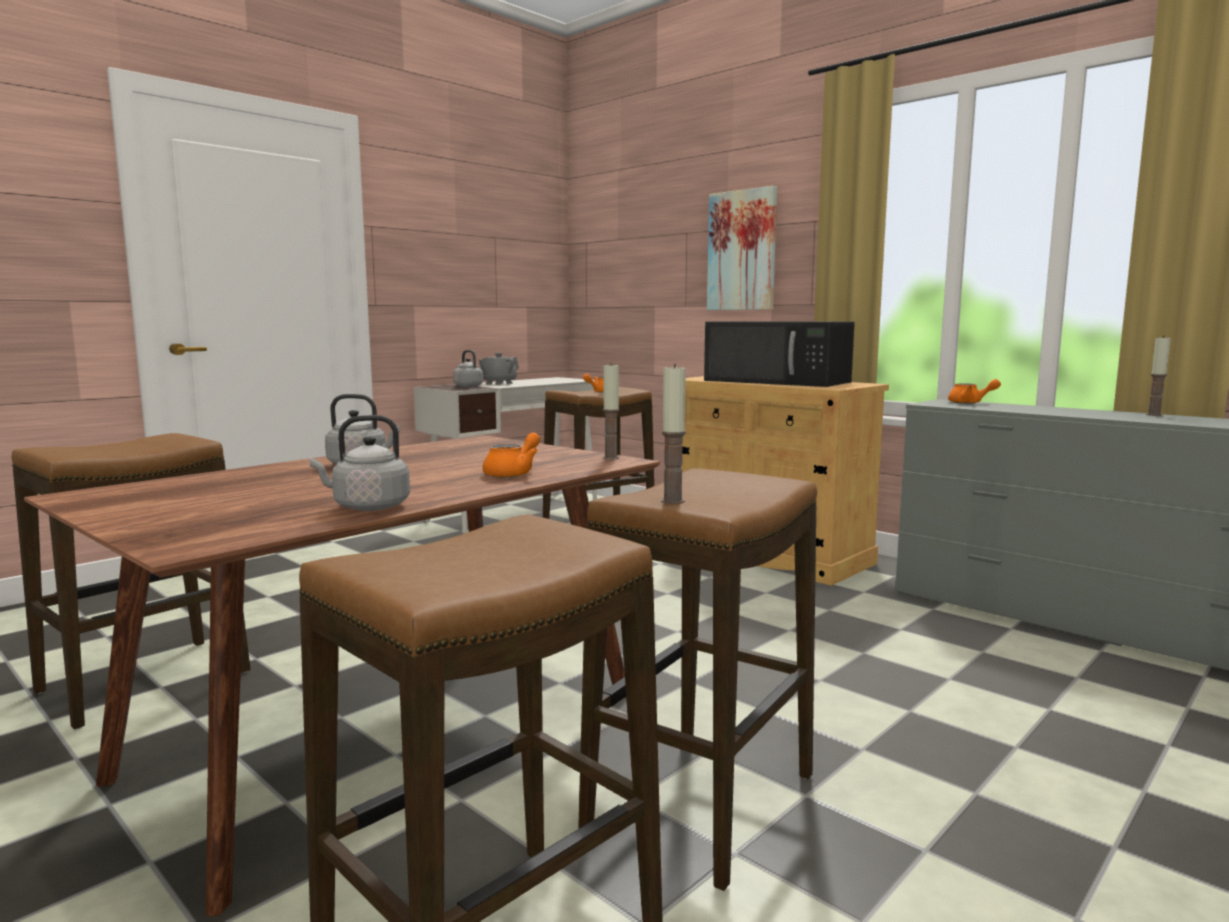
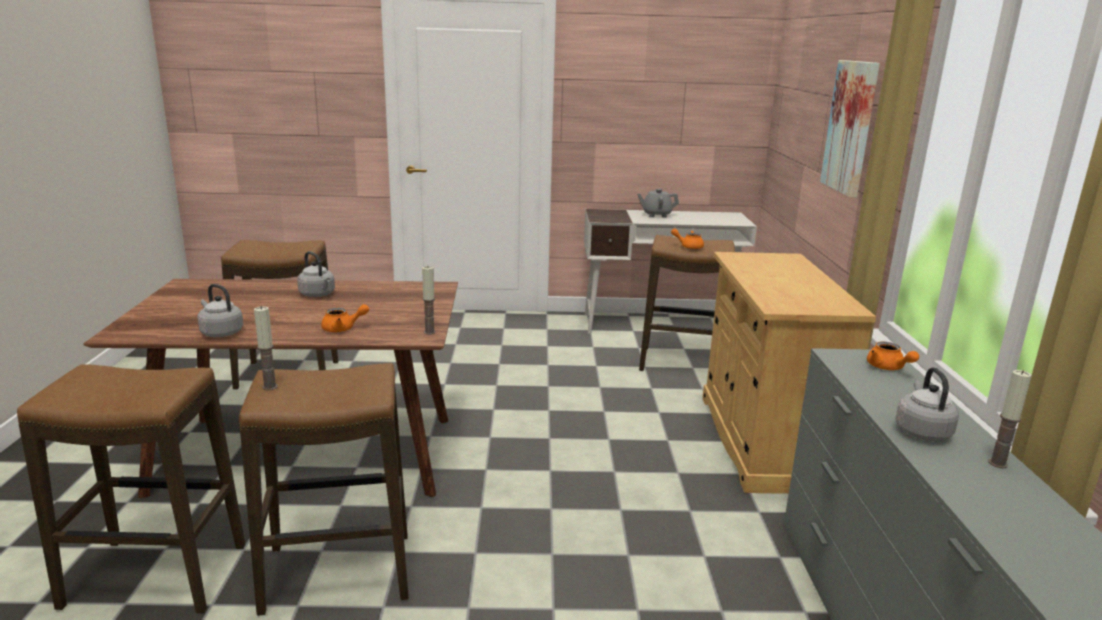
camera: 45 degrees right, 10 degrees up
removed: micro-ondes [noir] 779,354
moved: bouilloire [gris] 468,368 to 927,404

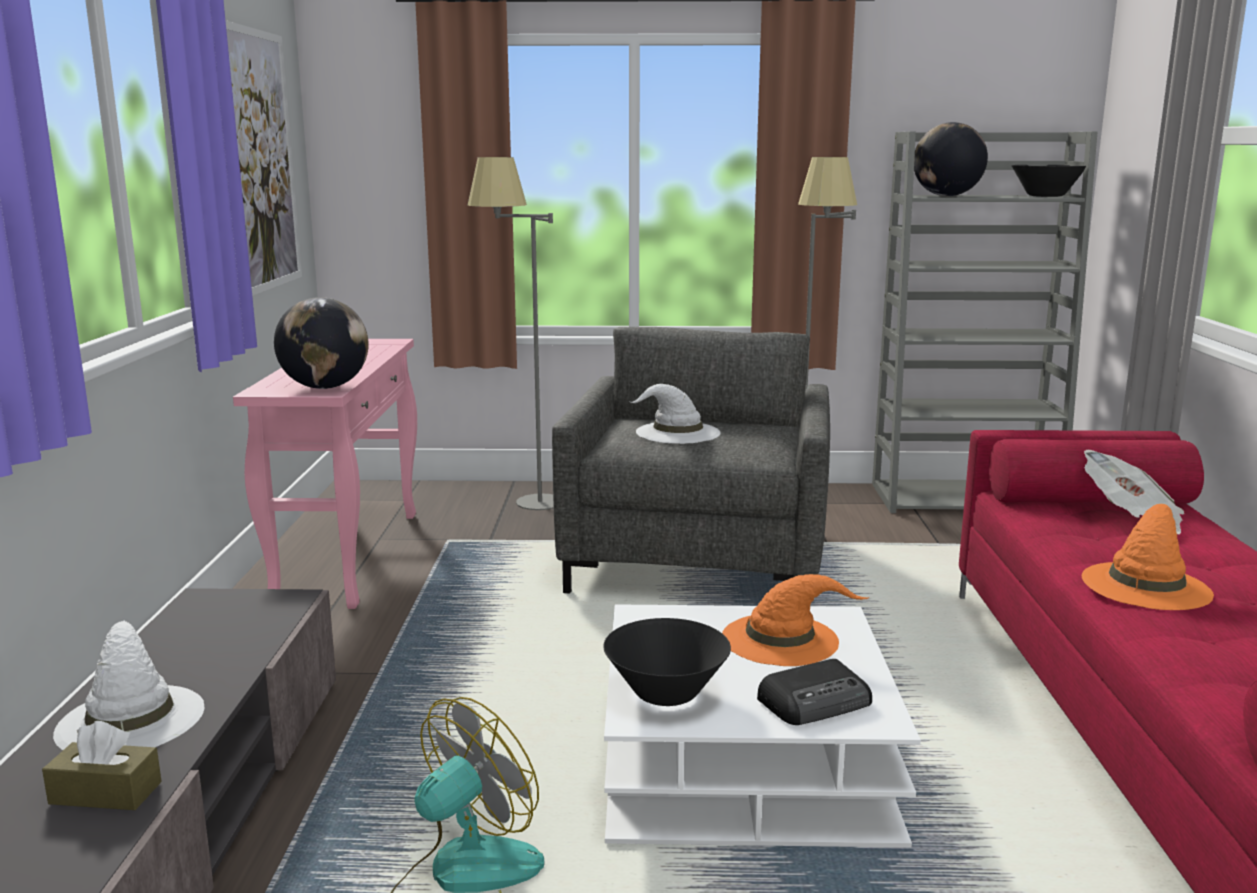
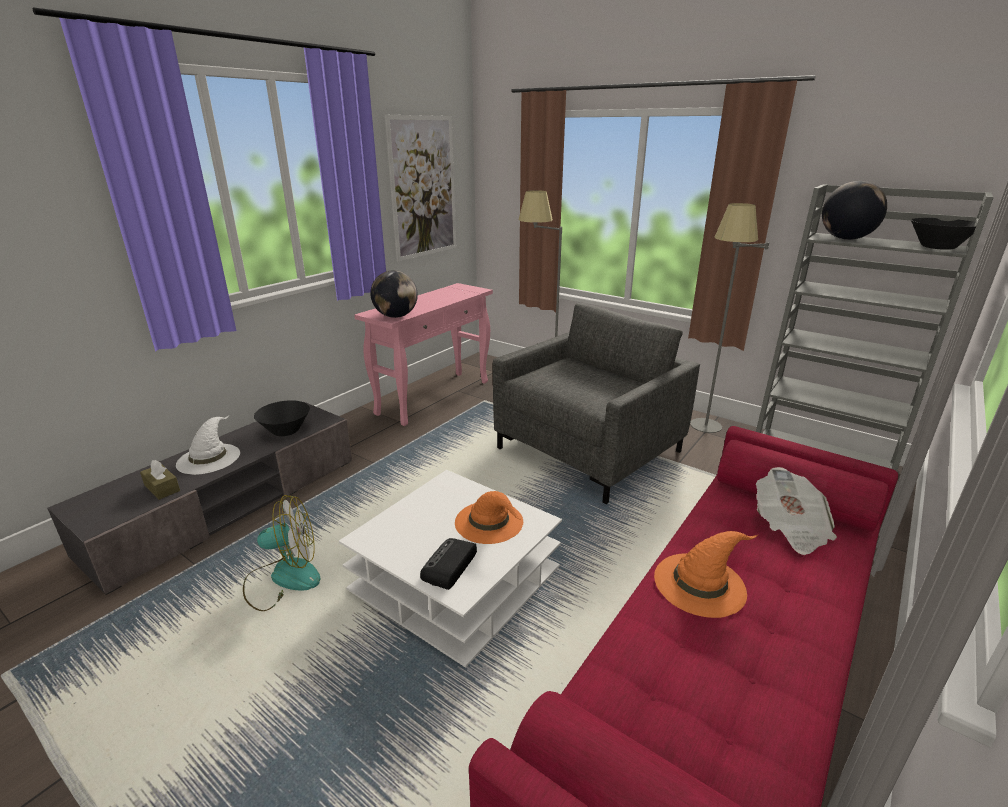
camera: 35 degrees right, 10 degrees up
removed: chapeau [blanc] 675,414
moved: bol [noir] 667,662 to 282,418
turned: radio 814,692 = 448,564 105 degrees clockwise

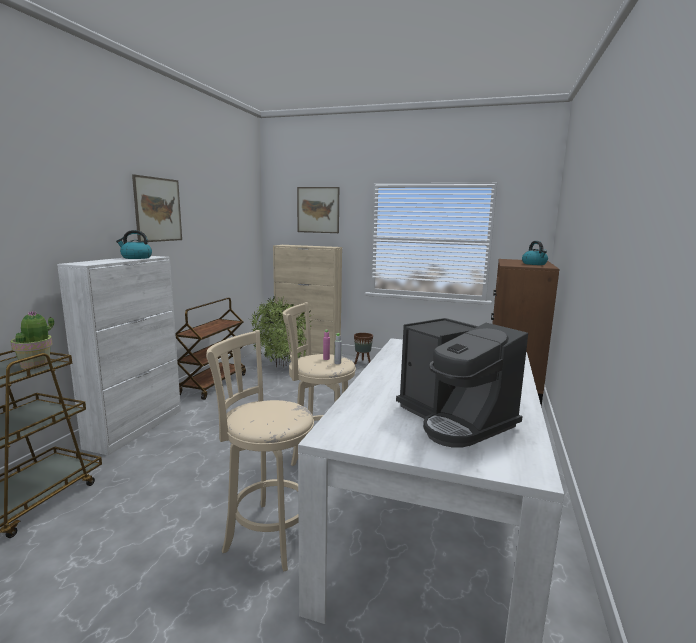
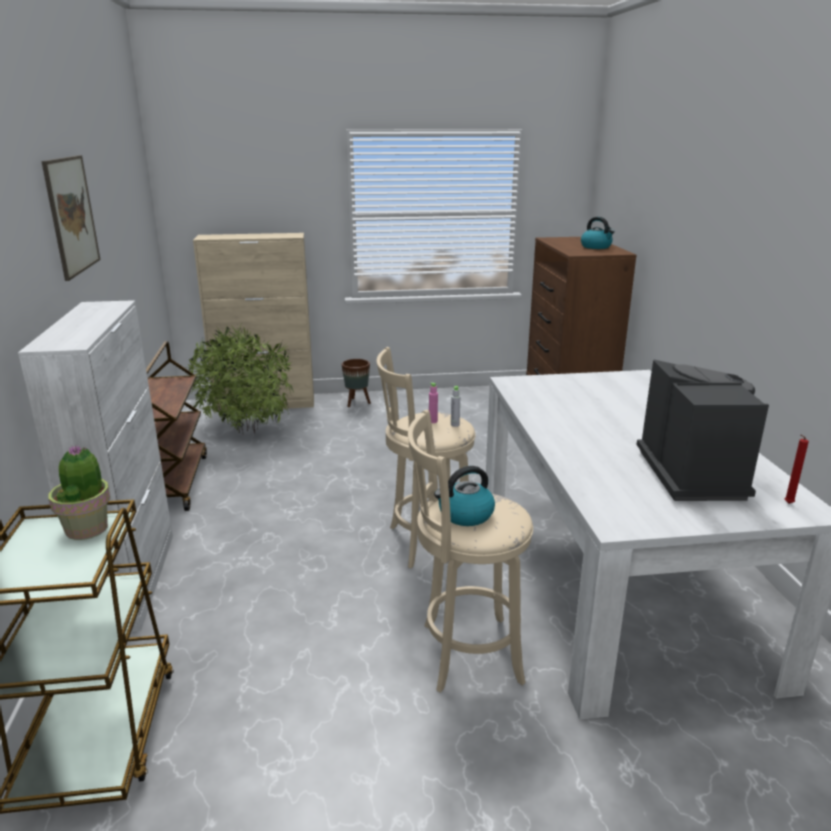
camera: 25 degrees left, 10 degrees up
removed: tableau 318,210
added: bougie [rouge] 797,469
moved: bouilloire 134,244 to 464,496
turned: machine à café 462,383 = 702,430 120 degrees counterclockwise

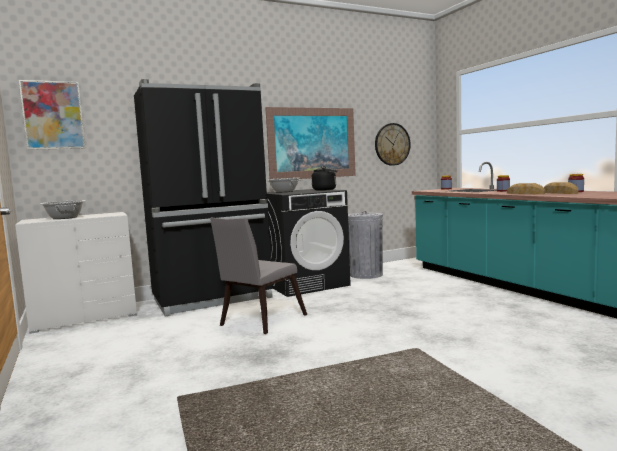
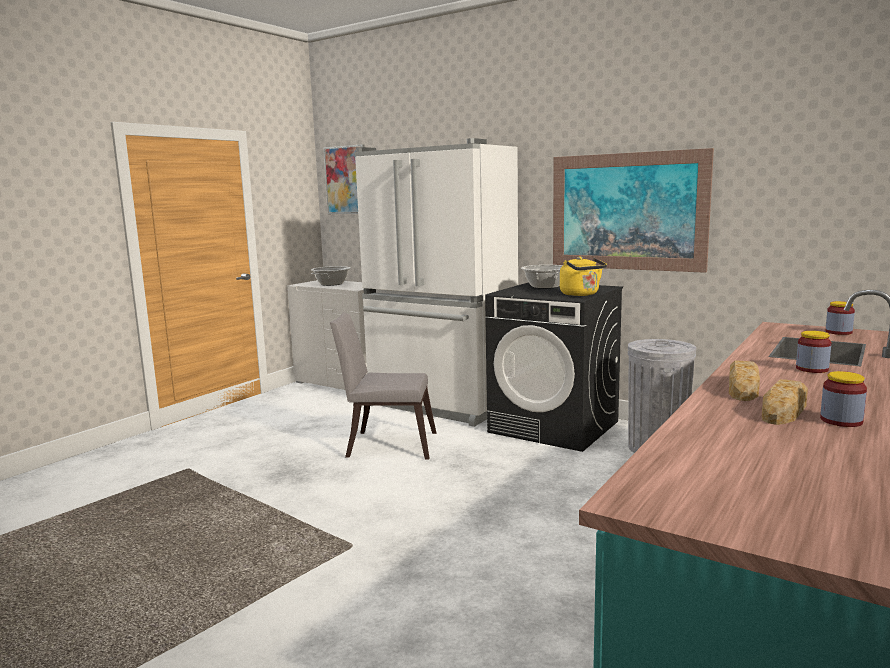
camera: 60 degrees right, 5 degrees up
removed: horloge murale 393,144
recoloured: réfrigérateur [noir] 203,198 to réfrigérateur [blanc] 436,282; bouilloire [noir] 325,178 to bouilloire [jaune] 583,276

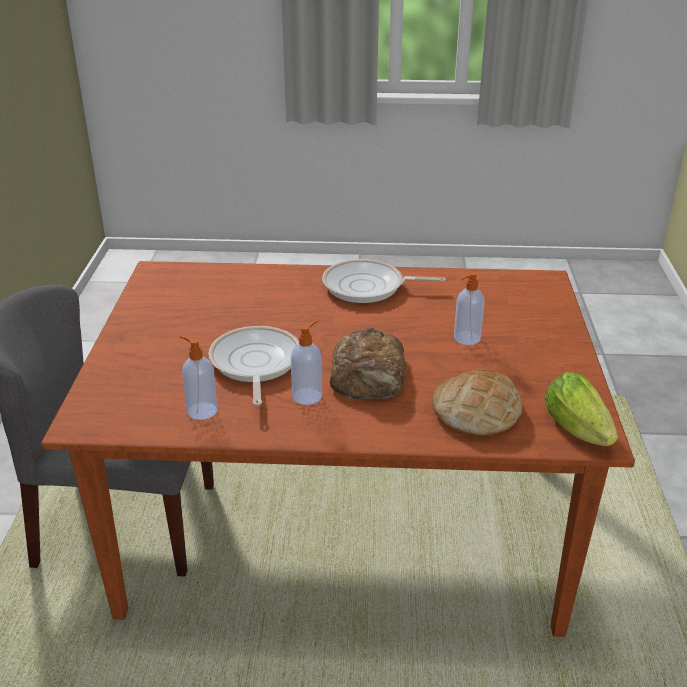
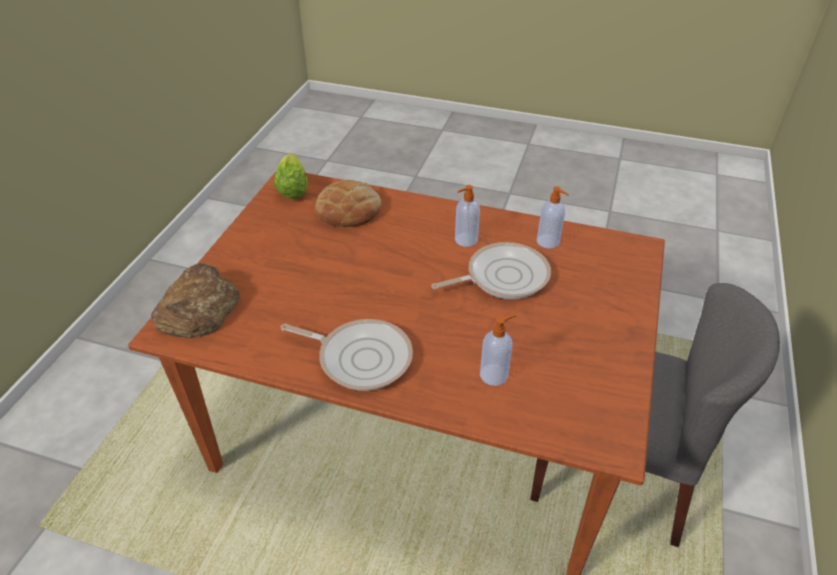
camera: 165 degrees left, 10 degrees up
moved: distributeur de savon 469,308 to 498,350; pain 368,363 to 195,300
turned: poêle 253,366 = 491,270 120 degrees counterclockwise

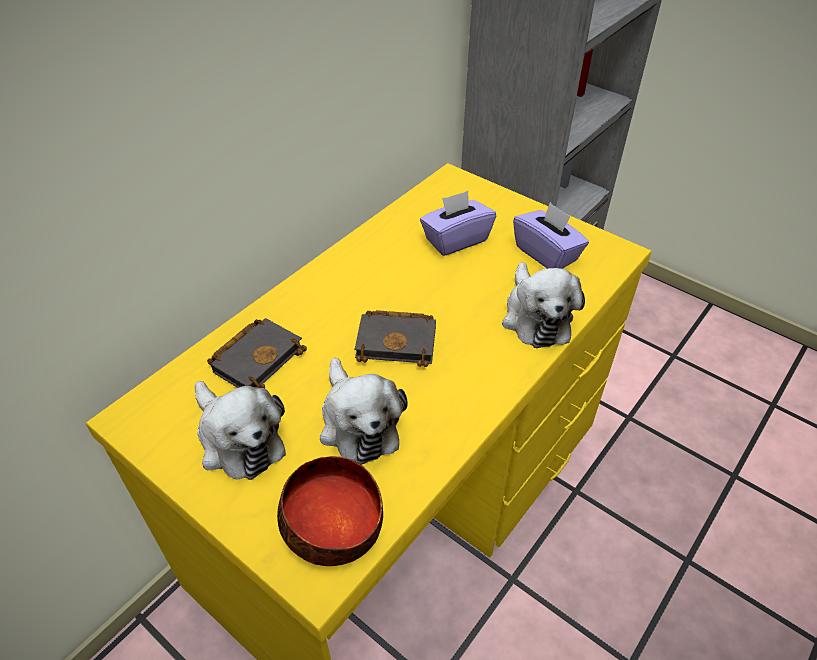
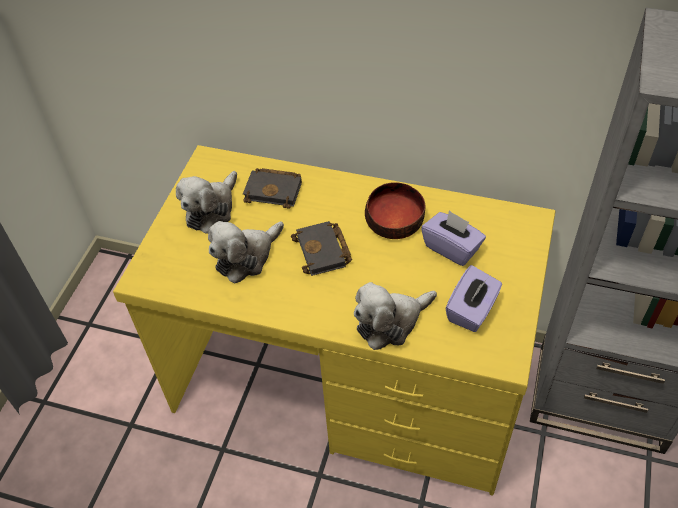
camera: 70 degrees right, 5 degrees up
moved: bol 330,511 to 395,210

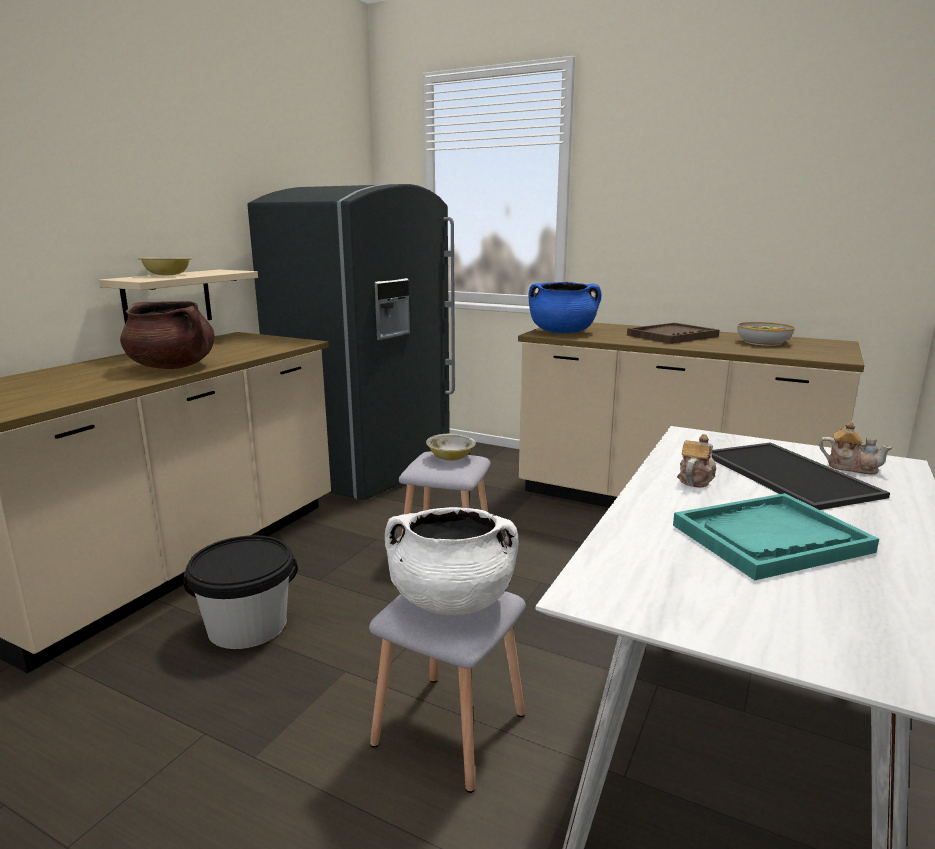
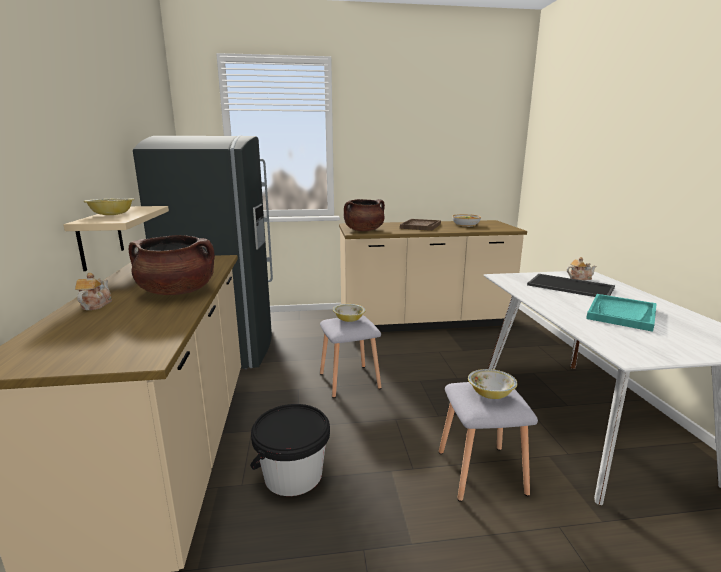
camera: 35 degrees left, 0 degrees up
moved: théière 696,461 to 93,291
replaced: marmite [blanc] 452,561 to bol 493,384
recoloured: marmite [bleu] 564,307 to marmite [marron] 364,215

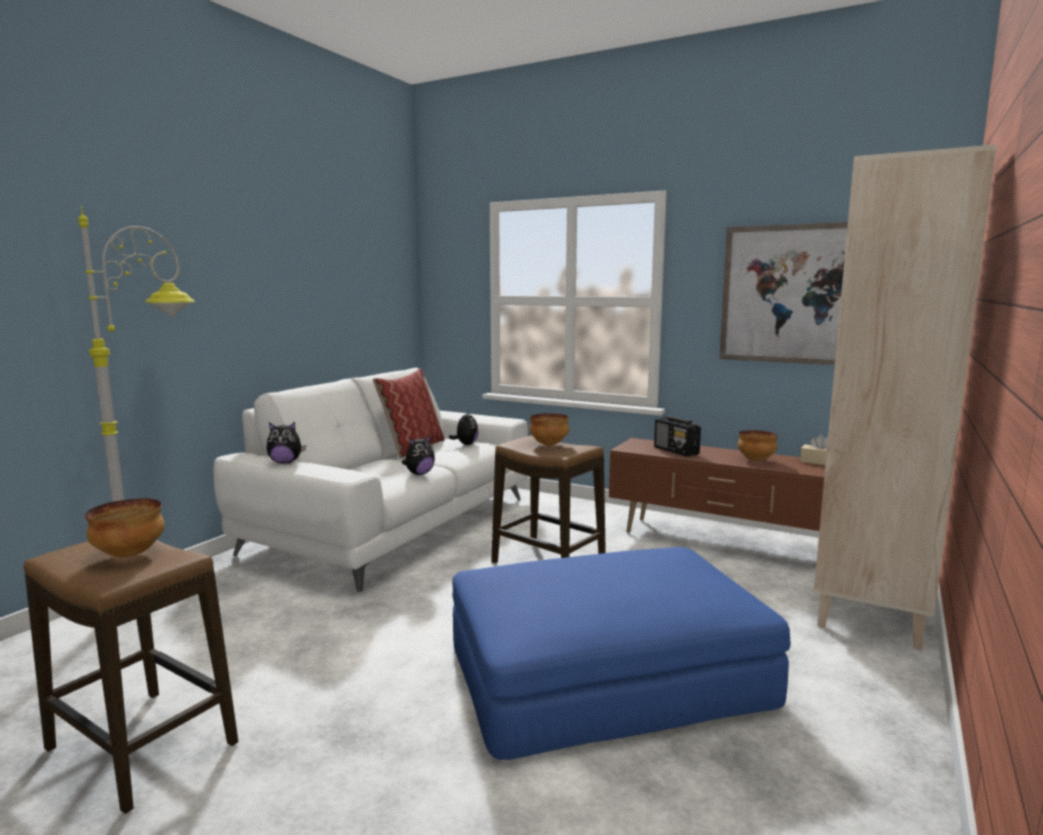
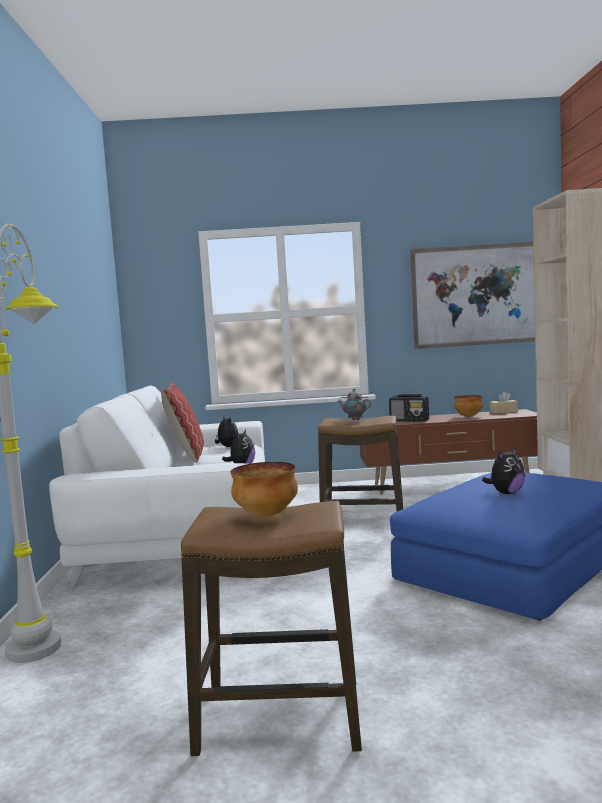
camera: 30 degrees left, 5 degrees down
moved: peluche 286,443 to 503,470
replaced: bol 549,429 to théière 354,405

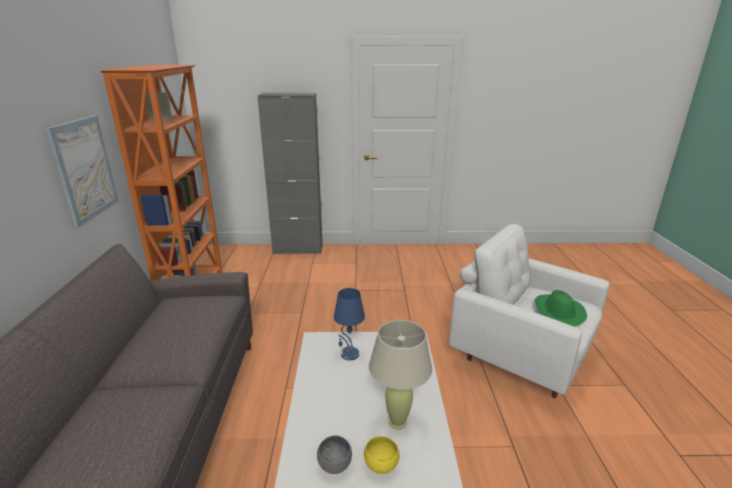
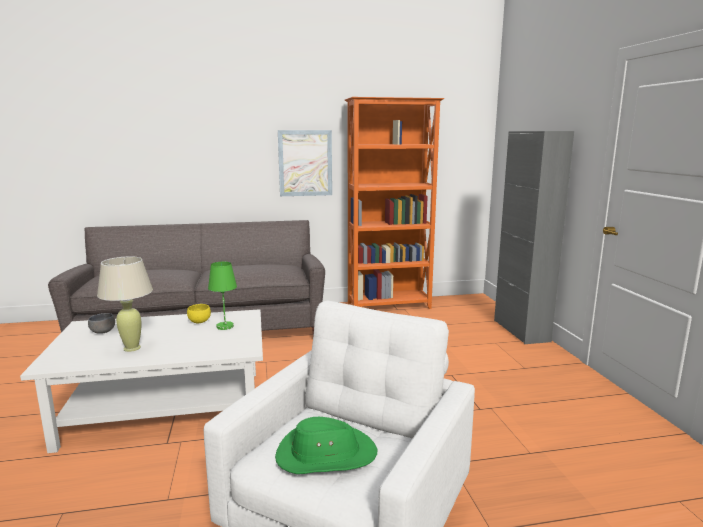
camera: 80 degrees right, 10 degrees down
moved: bol [jaune] 381,455 to 199,313
recoloured: lampe de table [bleu] 349,324 to lampe de table [vert] 222,295

